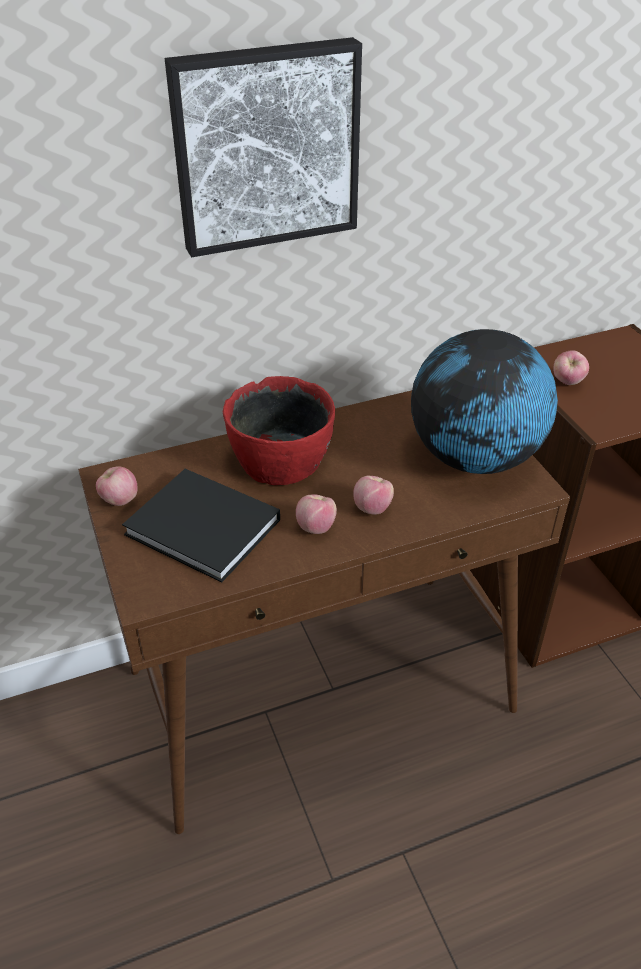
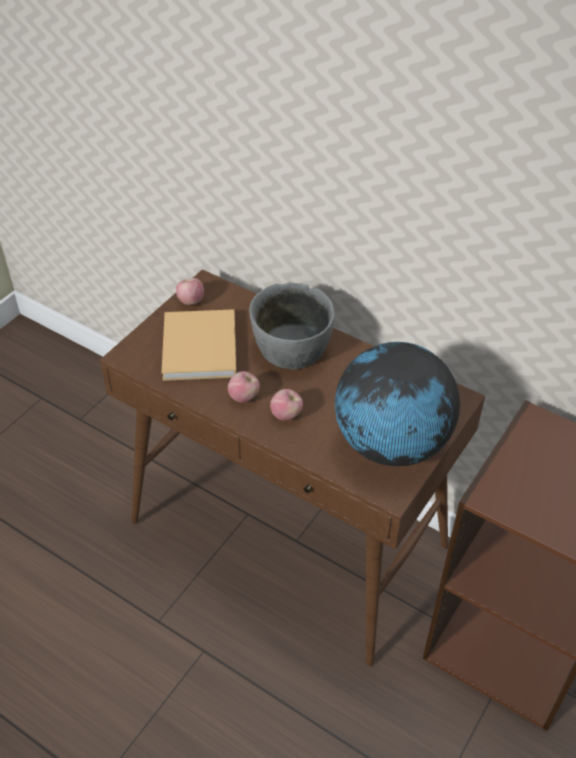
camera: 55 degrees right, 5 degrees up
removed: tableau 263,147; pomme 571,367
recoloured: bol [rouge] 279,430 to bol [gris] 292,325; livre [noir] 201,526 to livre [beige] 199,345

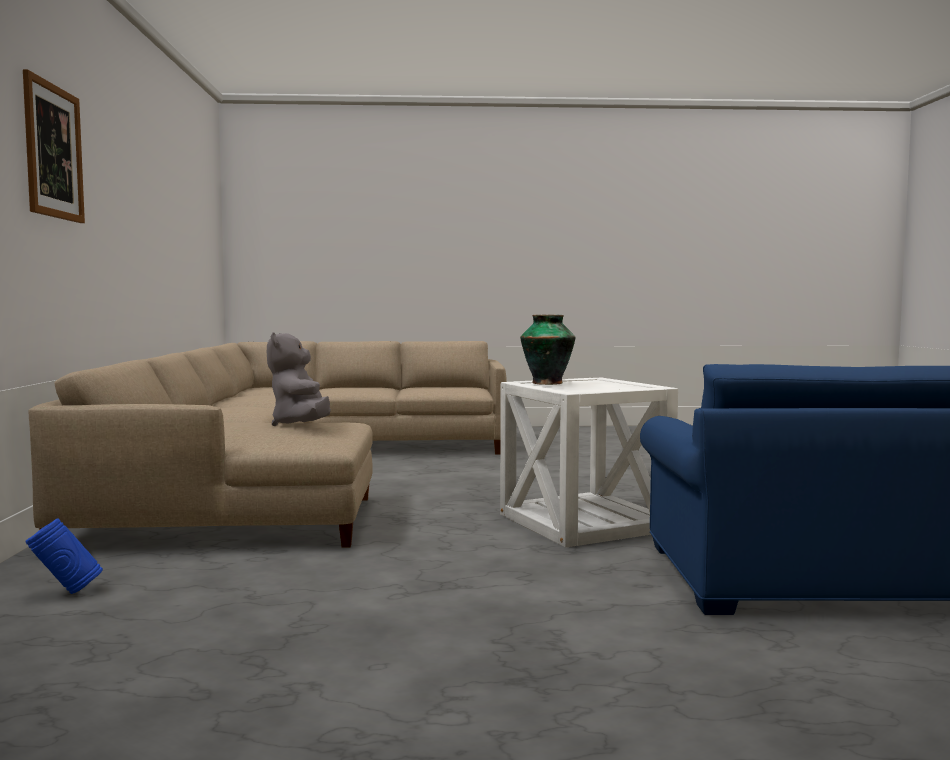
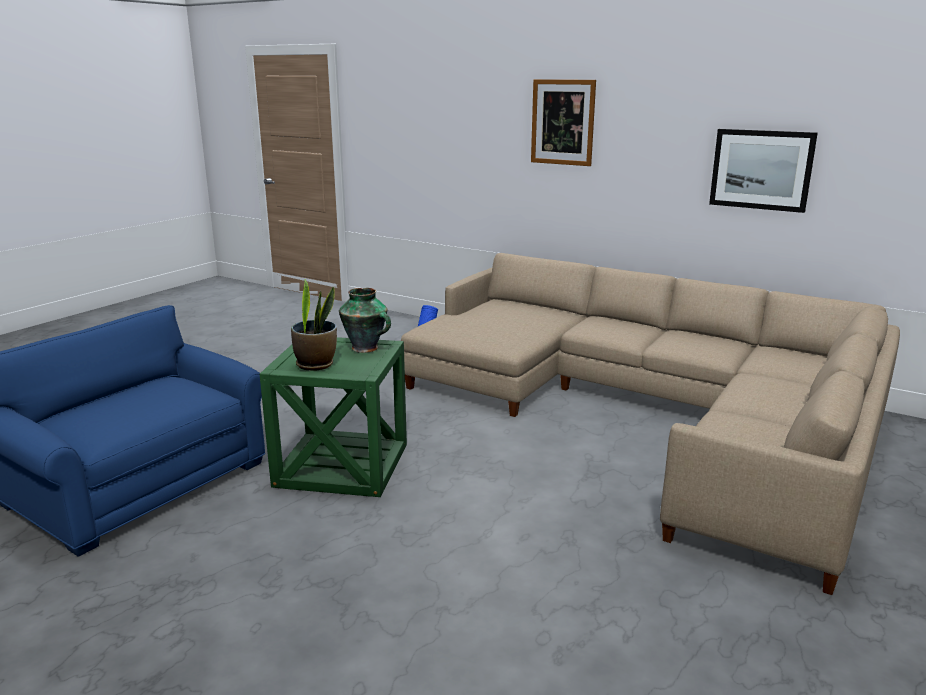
camera: 125 degrees right, 15 degrees up
removed: peluche [gris] 299,379
added: tableau 763,171; plante en pot 314,325
recoloured: table d'appoint [blanc] 589,463 to table d'appoint [vert] 333,417

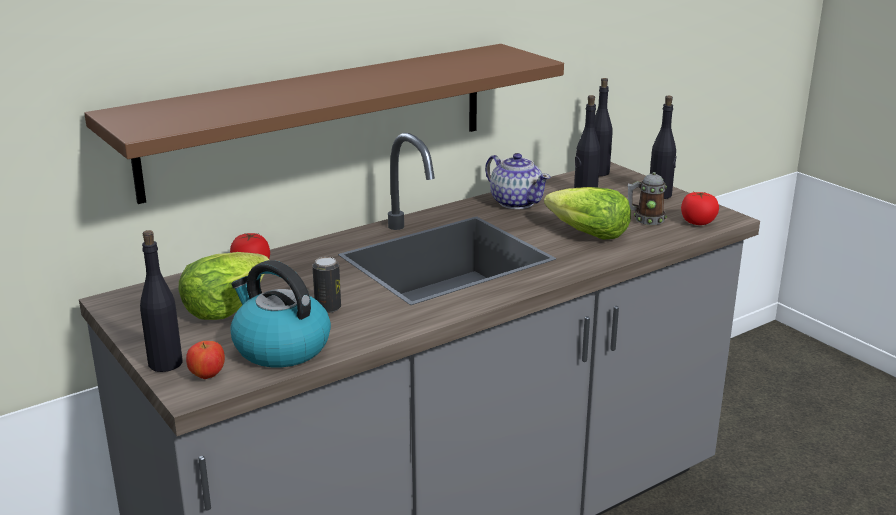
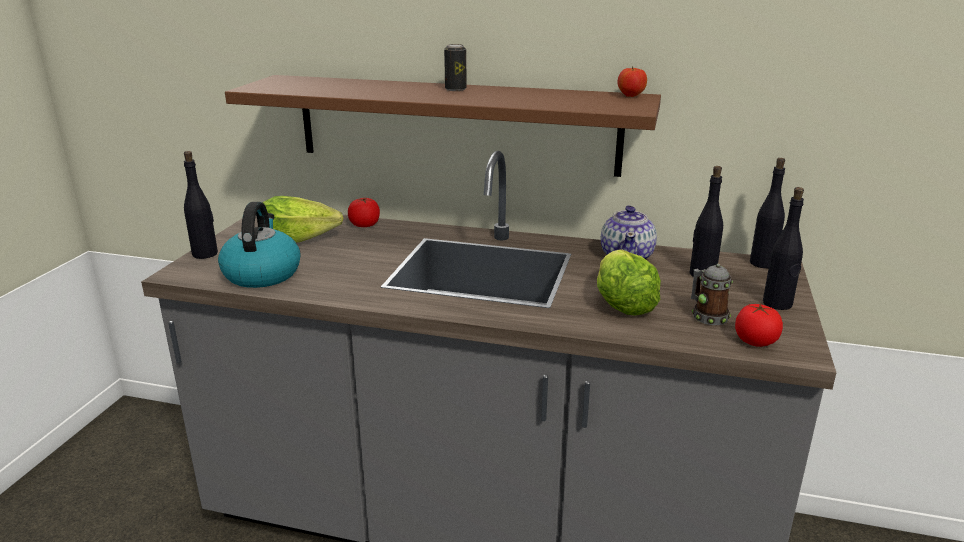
camera: 50 degrees right, 0 degrees up
moved: boîte métallique 326,285 to 455,67; pomme 205,360 to 632,81

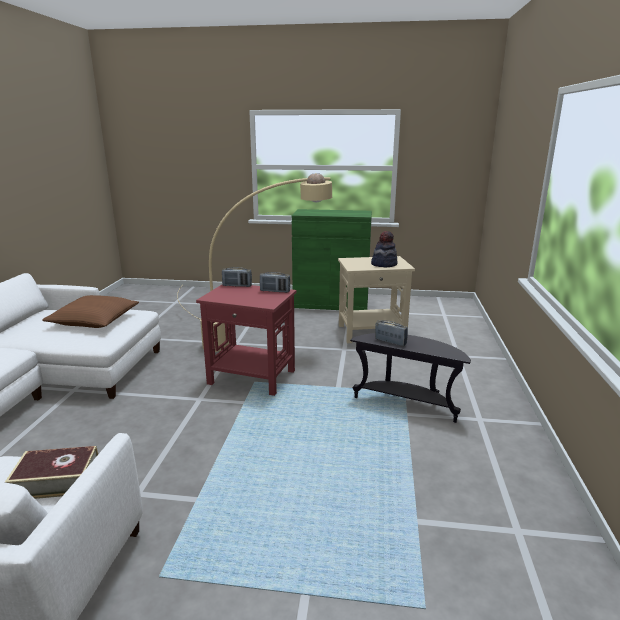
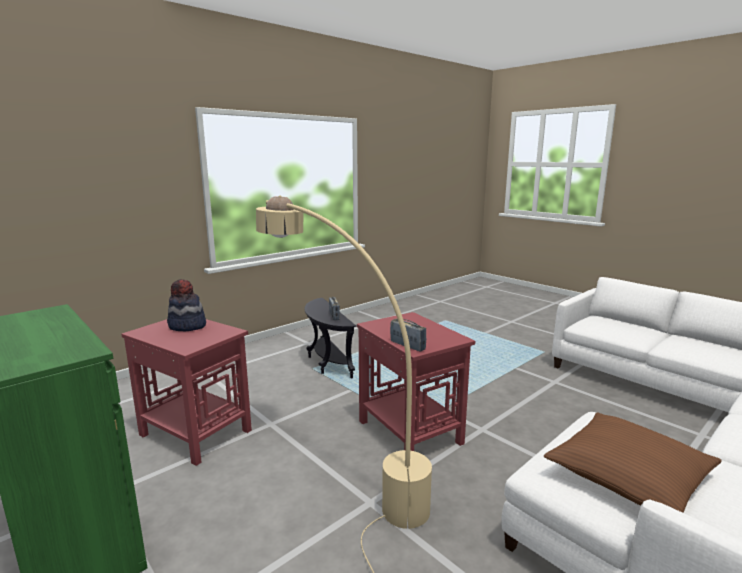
camera: 140 degrees left, 5 degrees down
removed: radio 275,282; livre 51,472
recoloured: table d'appoint [beige] 376,299 to table d'appoint [rouge] 186,392

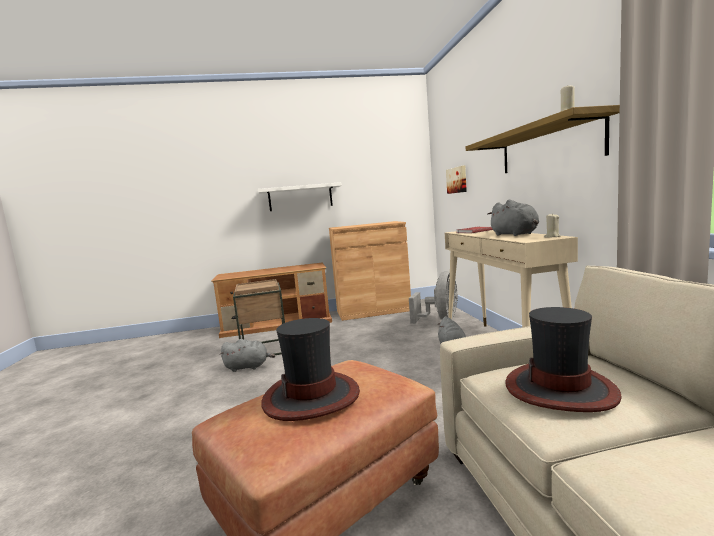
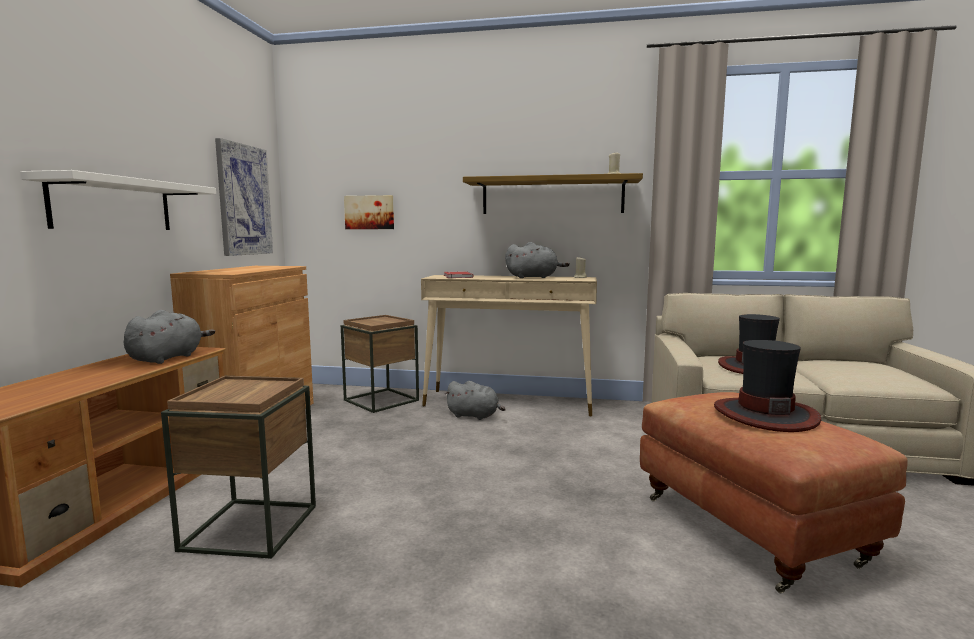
camera: 70 degrees left, 0 degrees up
added: tableau 244,197
moved: peluche [gris] 247,355 to 169,337
replaced: ventilateur [gris] 433,297 to table d'appoint [marron] 380,364

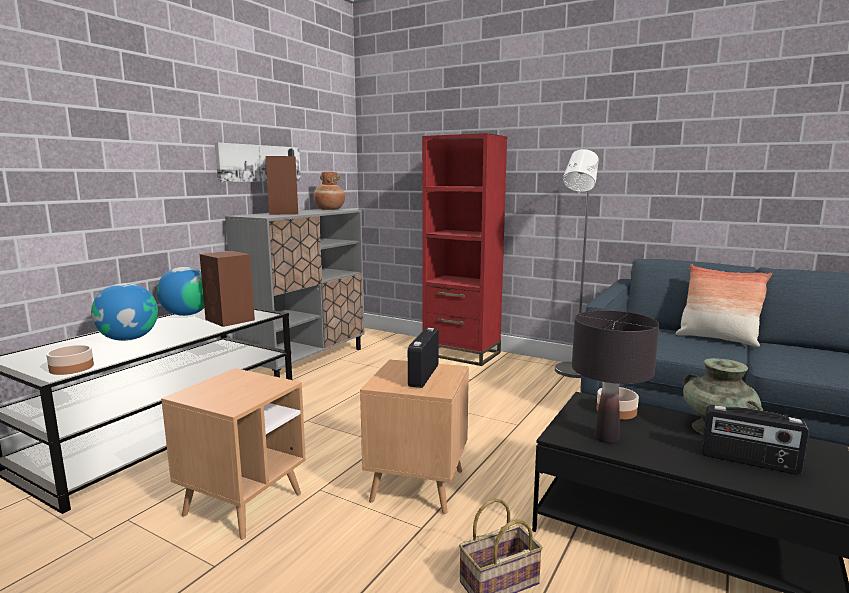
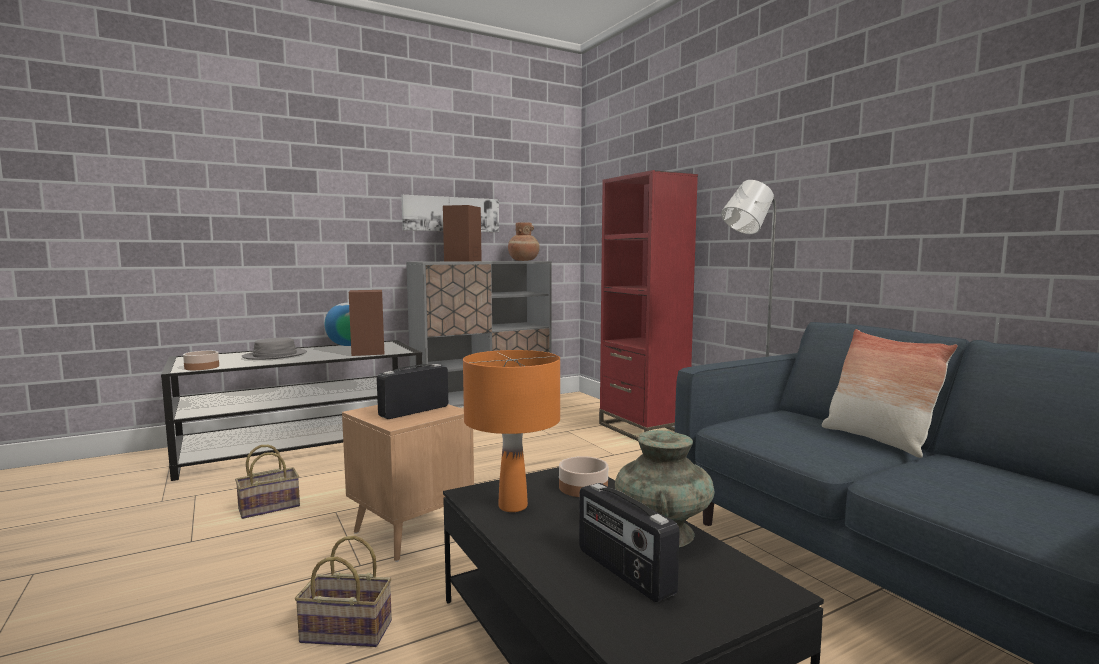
camera: 30 degrees right, 5 degrees down
replaced: globe 124,312 to chapeau [gris] 274,348; table d'appoint [marron] 233,454 to panier 267,482
recoloured: lampe de table [noir] 615,376 to lampe de table [orange] 511,431

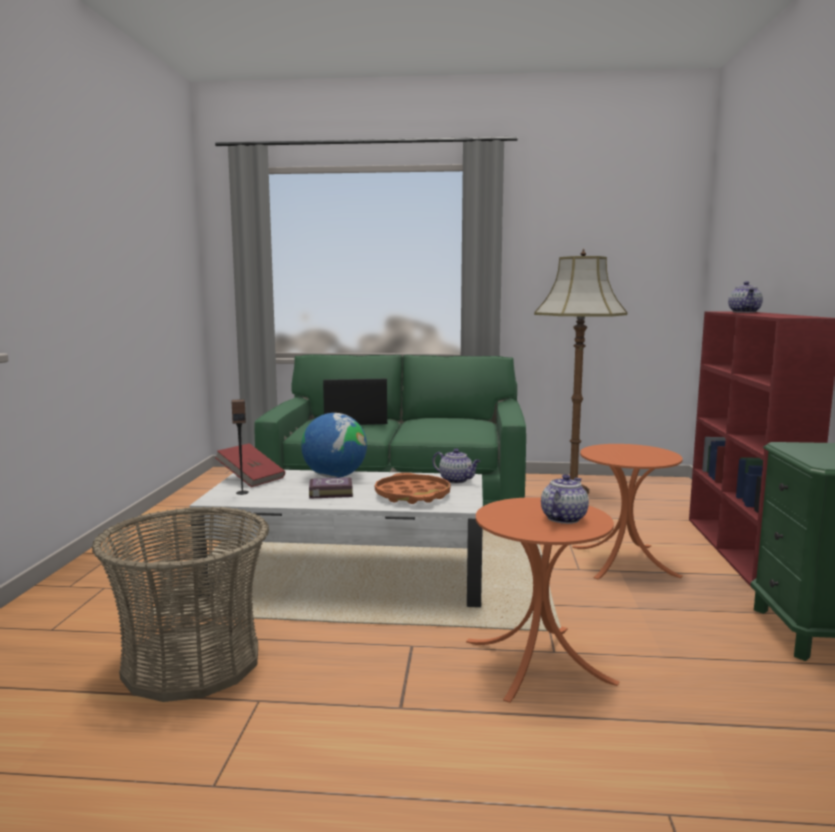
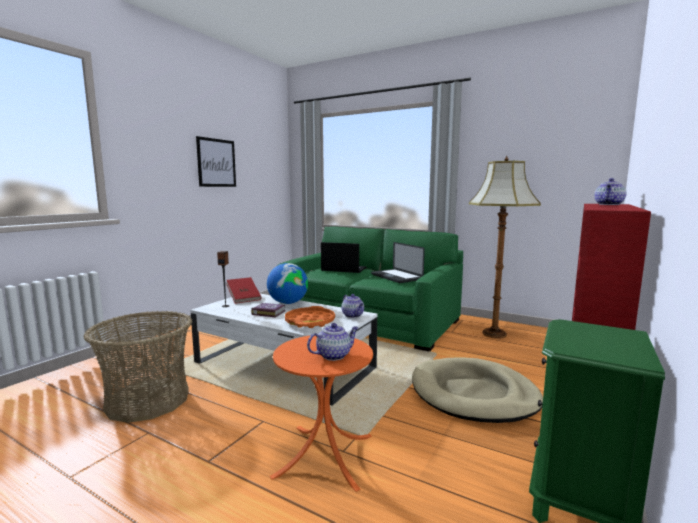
camera: 25 degrees right, 0 degrees up
added: tableau 216,161; ordinateur portable 398,262
replaced: table d'appoint [orange] 627,511 to panier pour chien [beige] 477,390

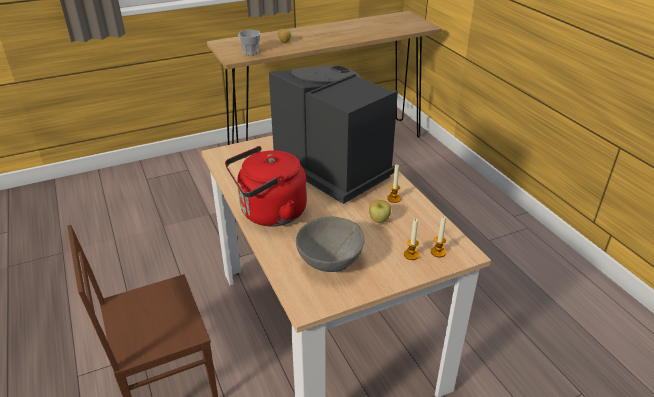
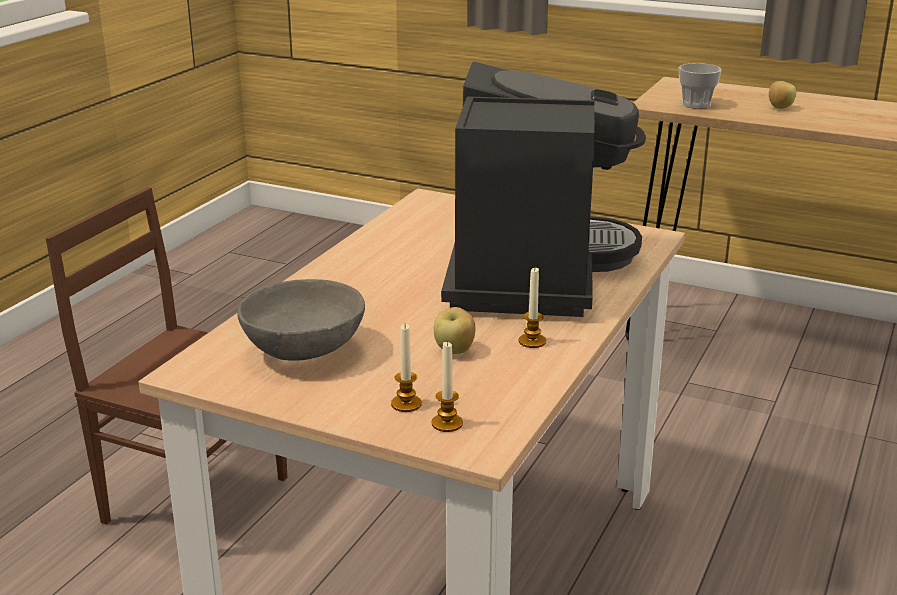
camera: 50 degrees right, 10 degrees down
removed: bouilloire [rouge] 266,186

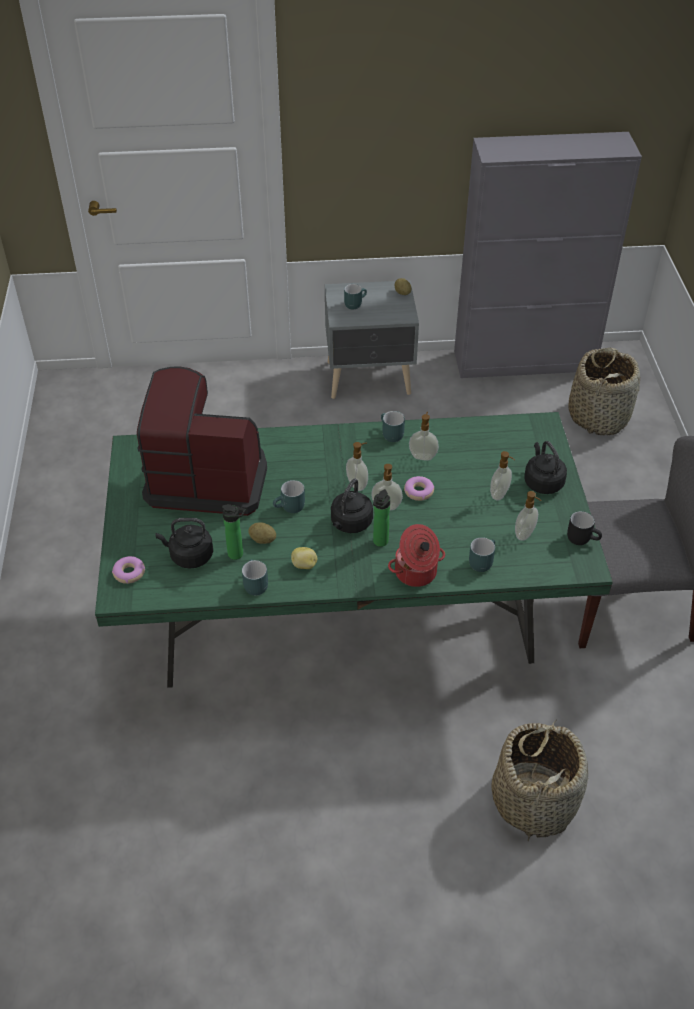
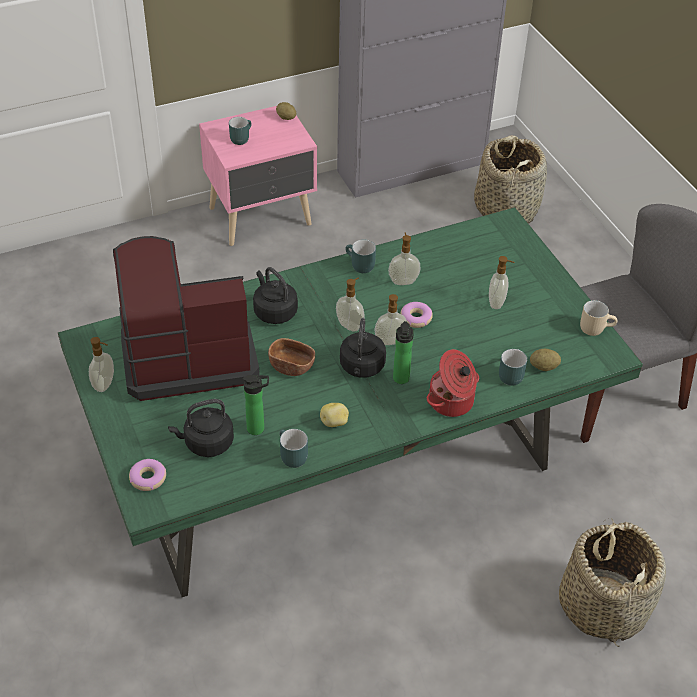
camera: 20 degrees left, 0 degrees up
moved: bouilloire [noir] 545,467 to 275,295; distributeur de savon 528,516 to 101,364; pomme de terre 262,533 to 545,360
replaced: mug [turquoise] 289,496 to bol [marron] 291,357
recoloured: table de chevet [gris] 372,339 to table de chevet [rose] 258,176; mug [noir] 584,528 to mug [beige] 598,318

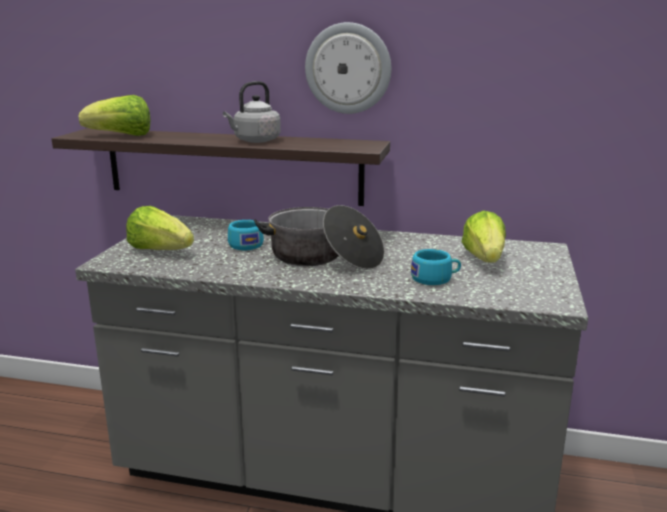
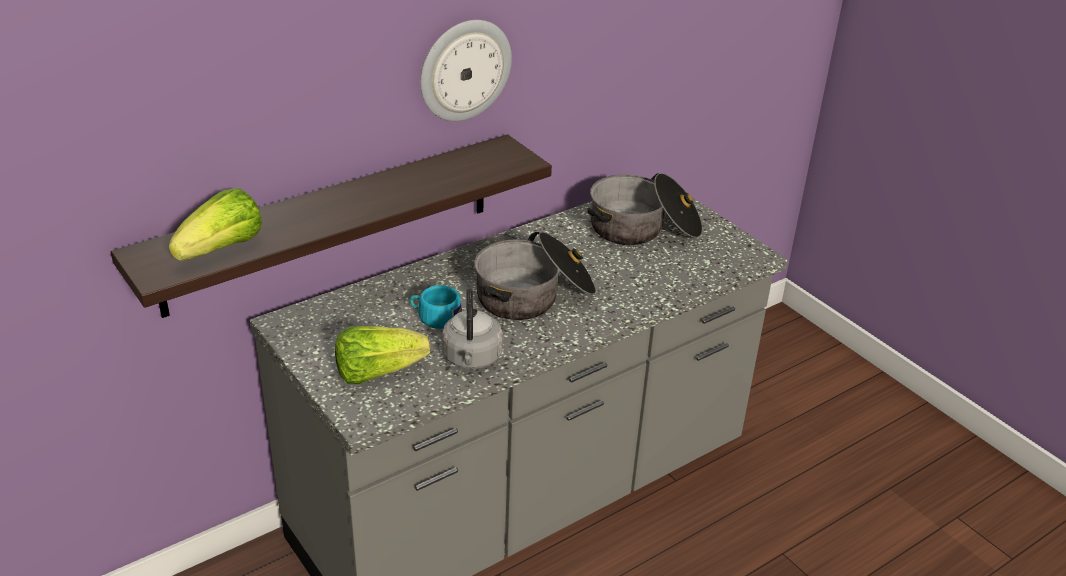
camera: 50 degrees left, 15 degrees up
removed: tasse [turquoise] 436,267
moved: bouilloire [gris] 252,112 to 472,329
replaced: laitue 483,237 to marmite 645,209

